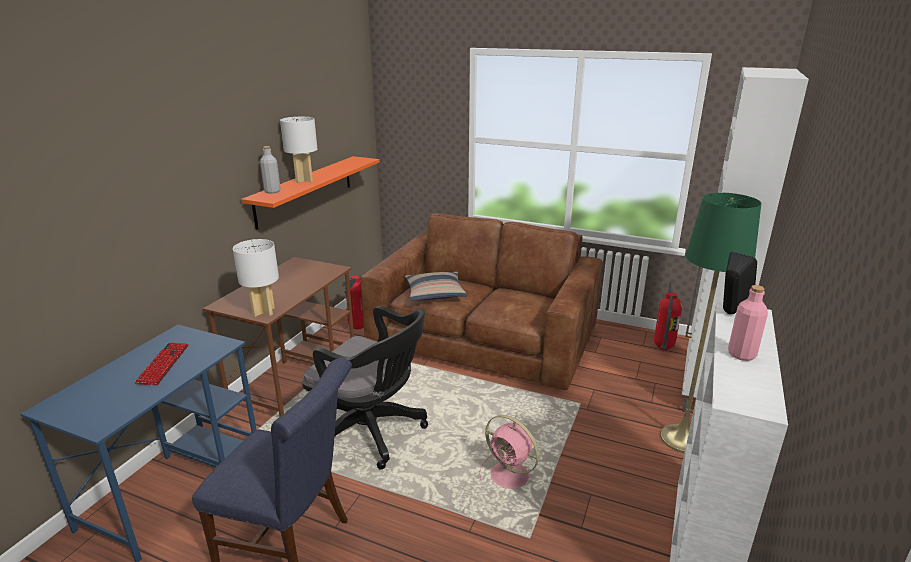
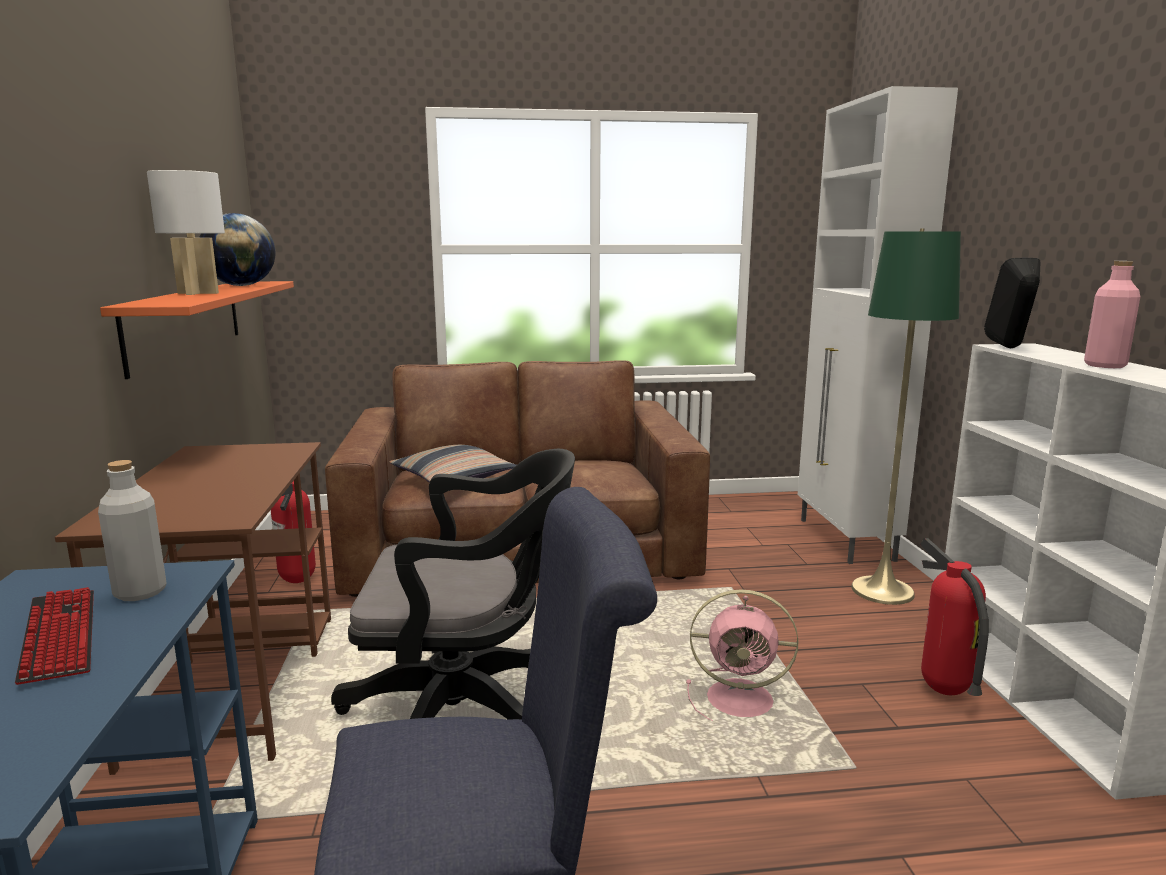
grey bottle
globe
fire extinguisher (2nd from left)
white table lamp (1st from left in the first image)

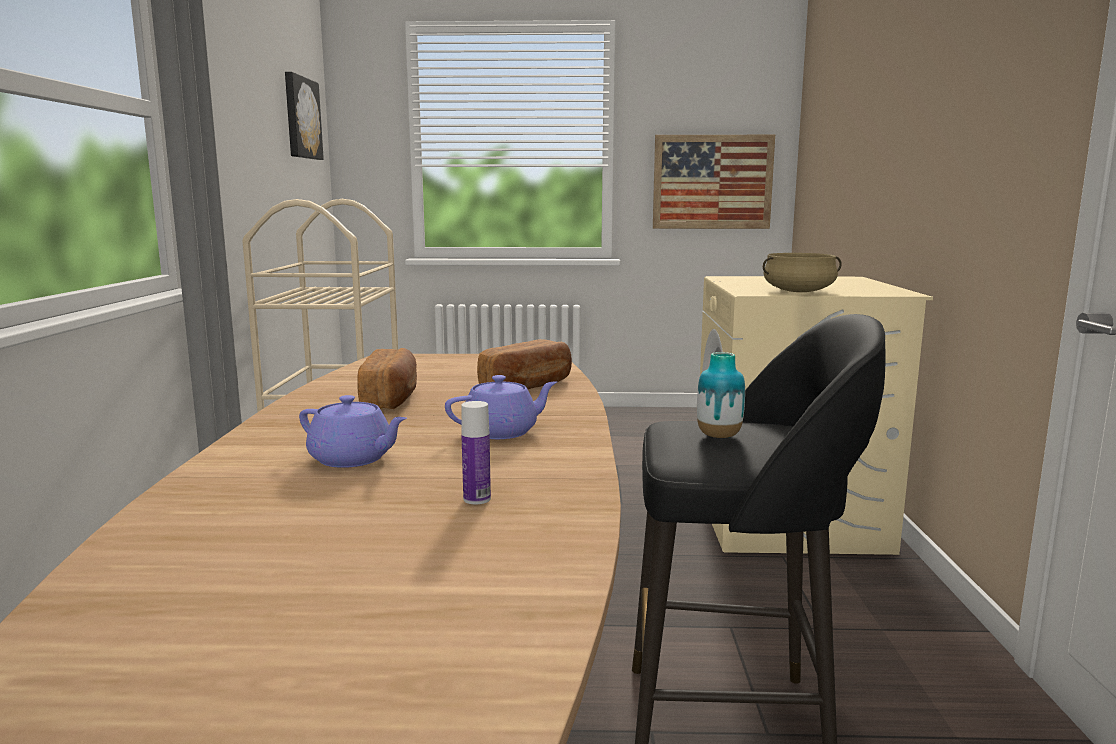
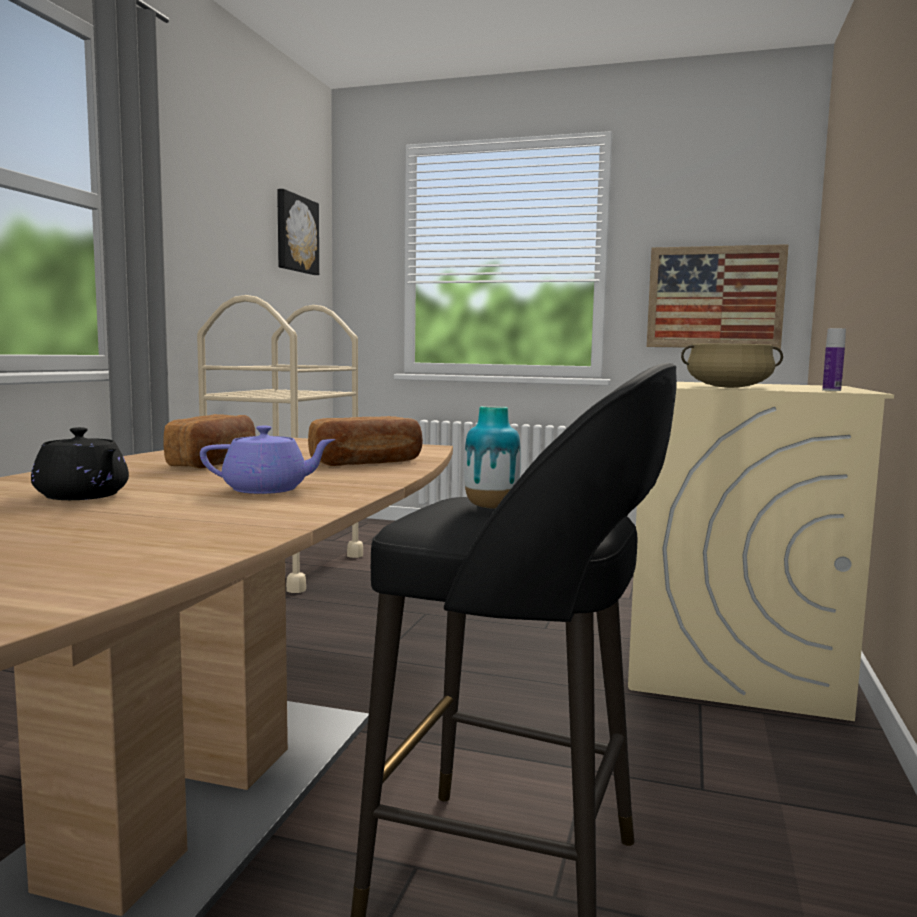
black teapot
bottle

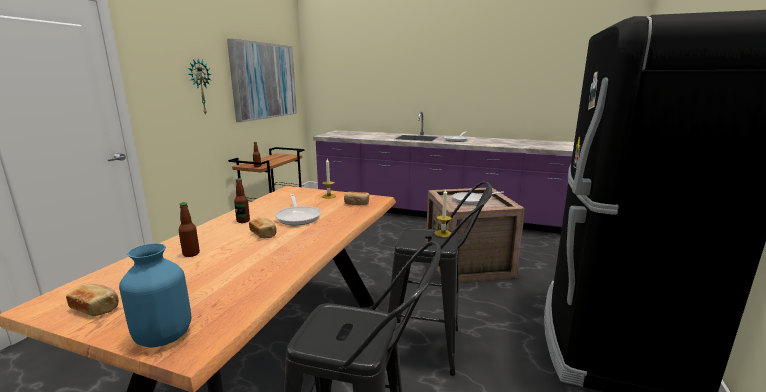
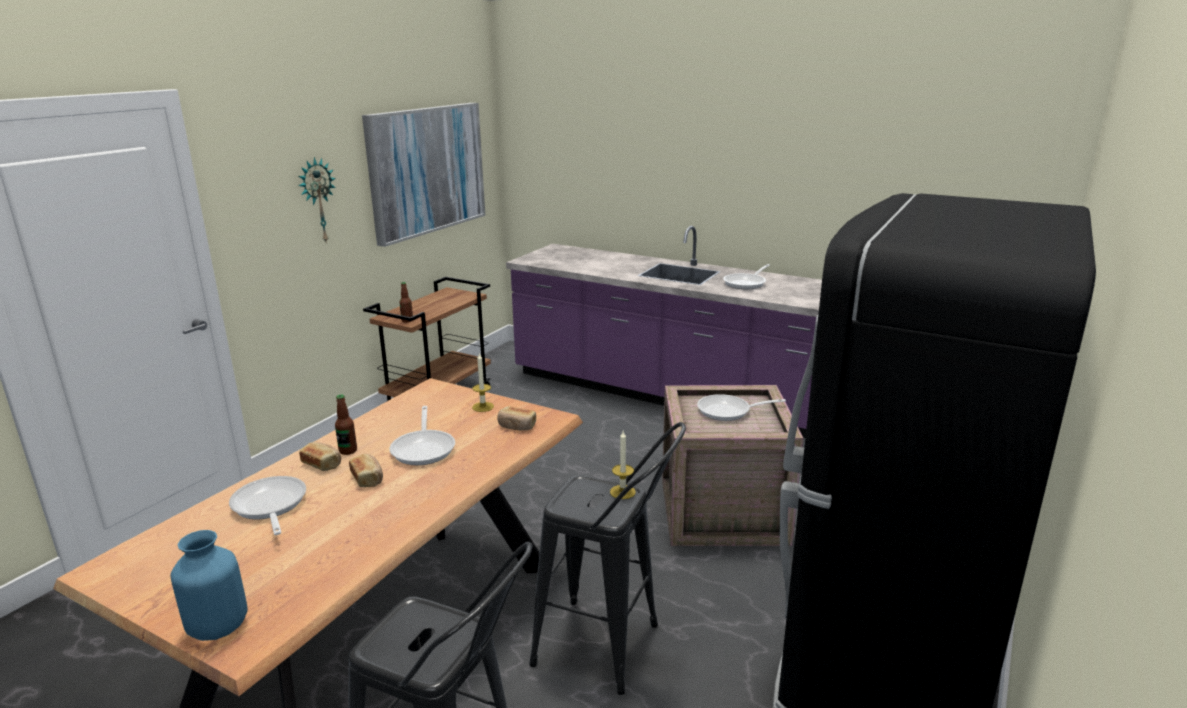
frying pan (1st from left)
bread (1st from left)

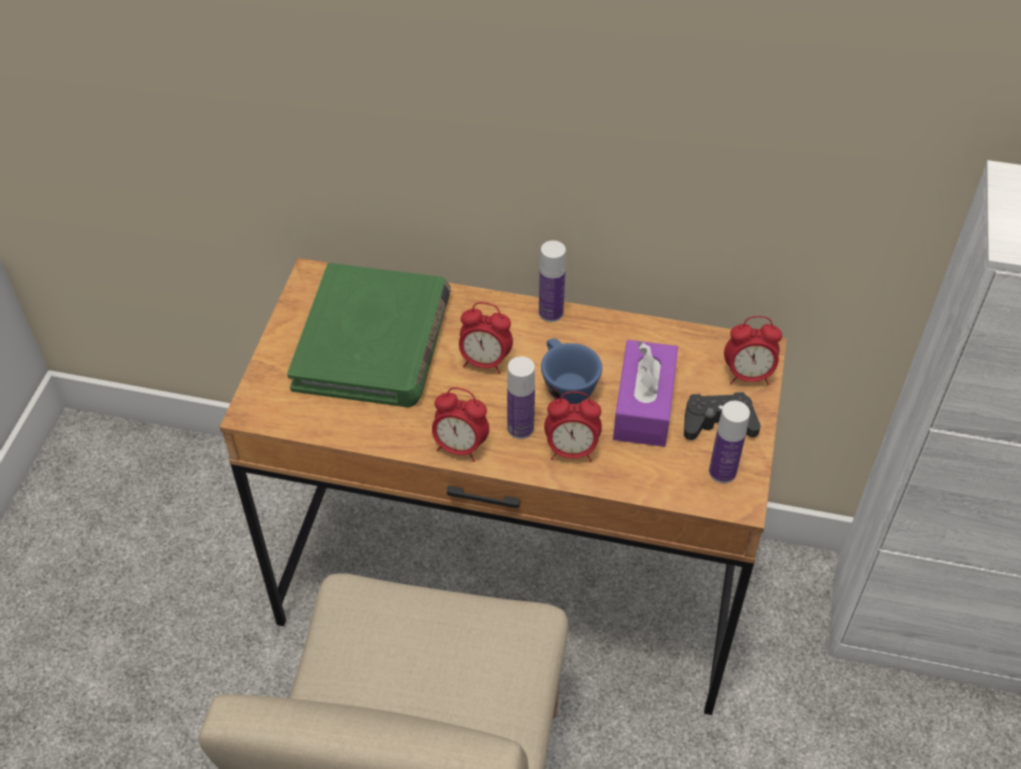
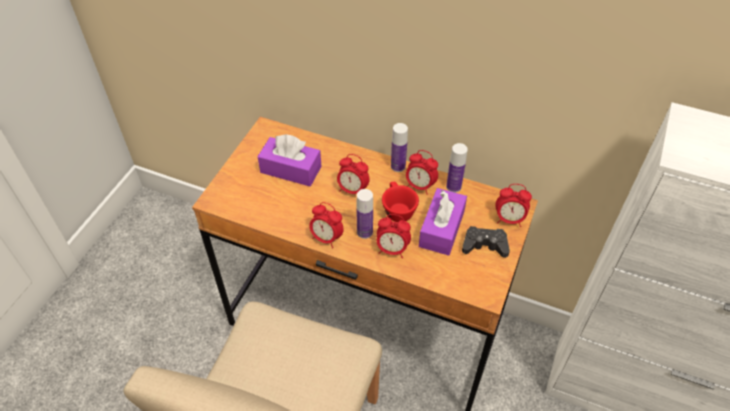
purple tissue box (1st from left)
red cup
alarm clock (4th from left)
bottle (3rd from left)

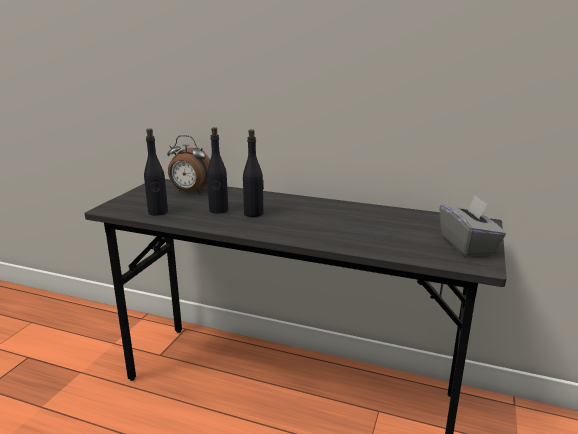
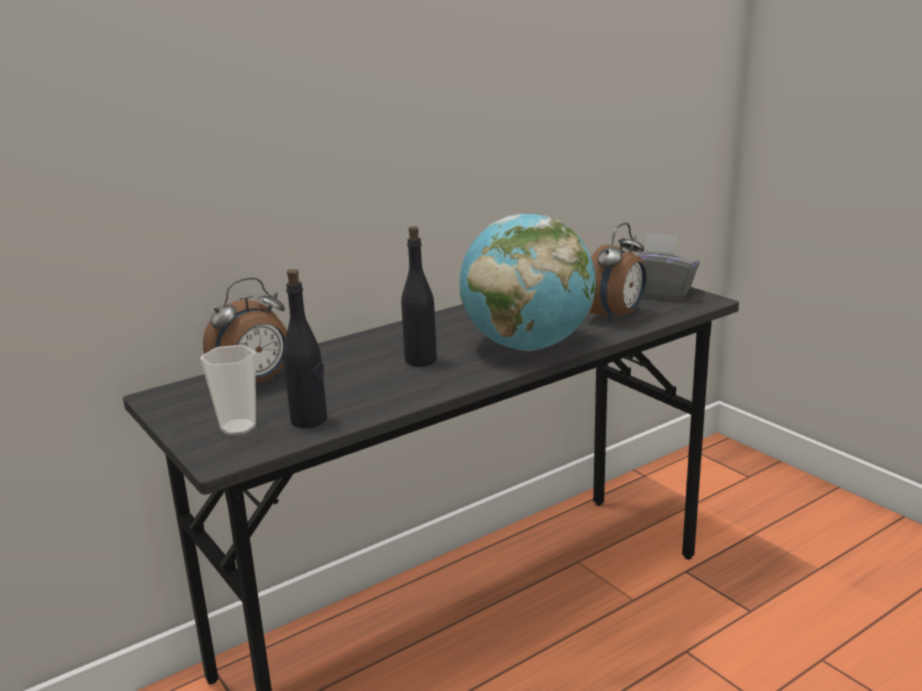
cup
globe
alarm clock (2nd from left)
black bottle (2nd from left in the first image)

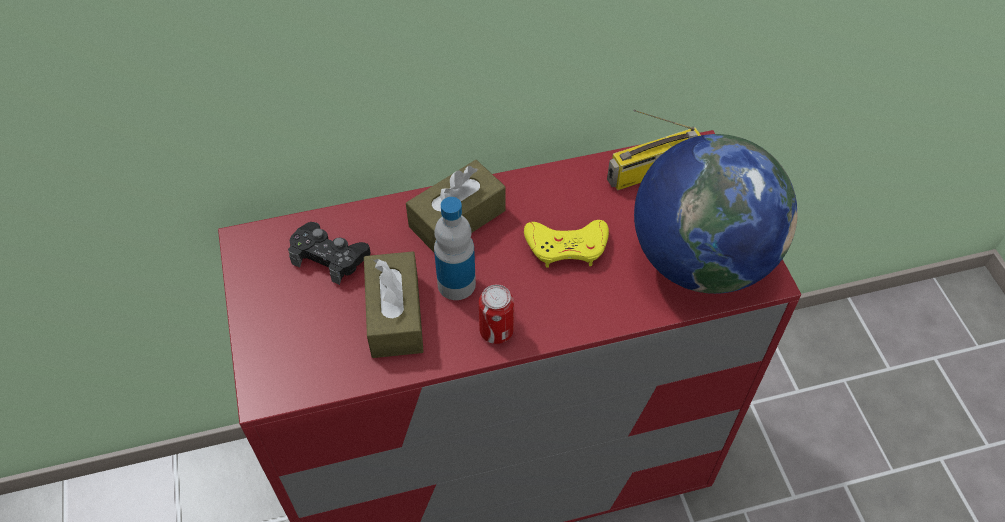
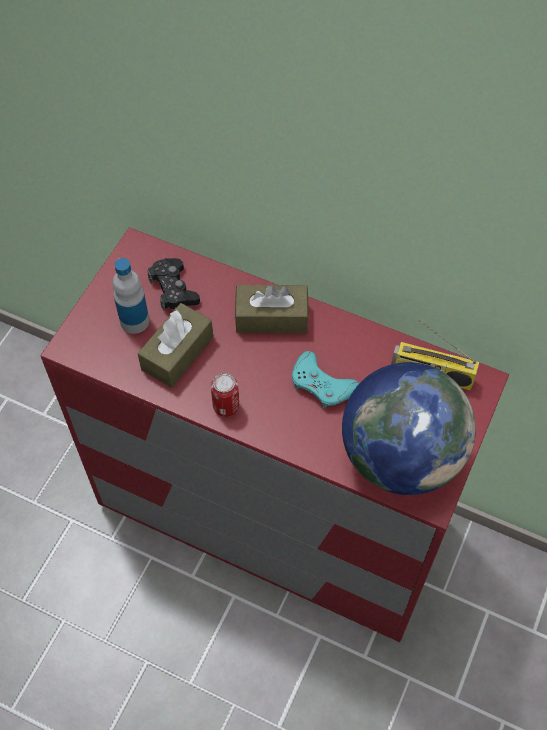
bottle
turquoise game controller

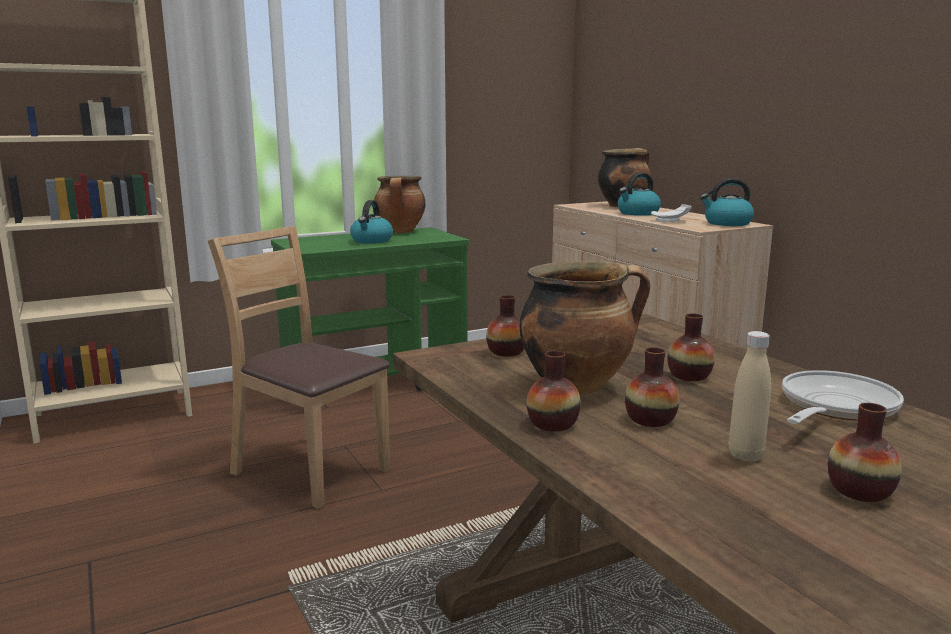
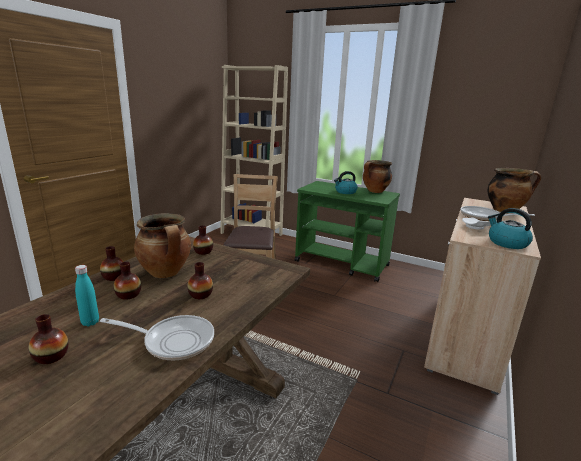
turquoise bottle
frying pan (2nd from left)

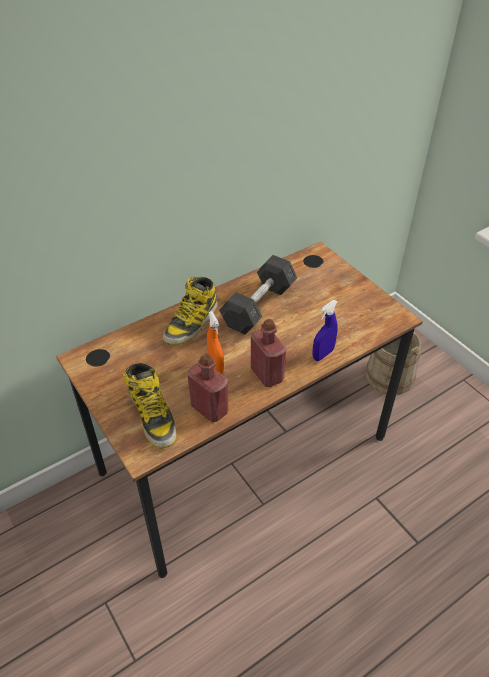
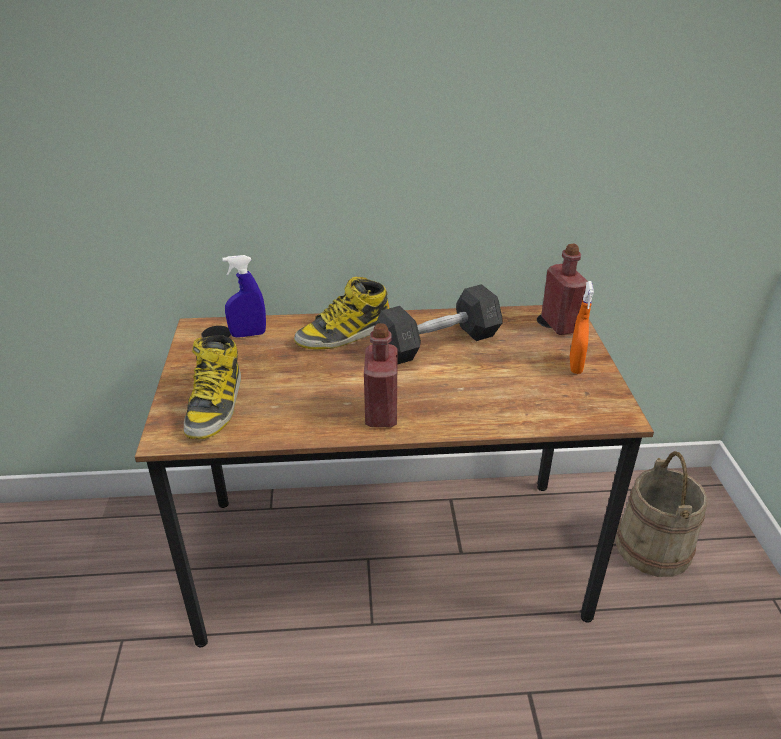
blue spray bottle
red bottle (2nd from left)
orange spray bottle

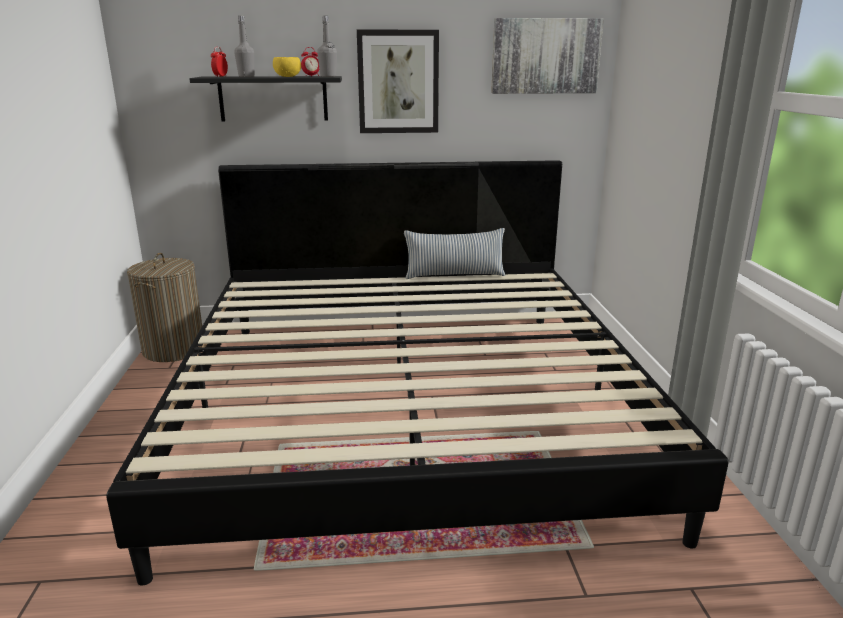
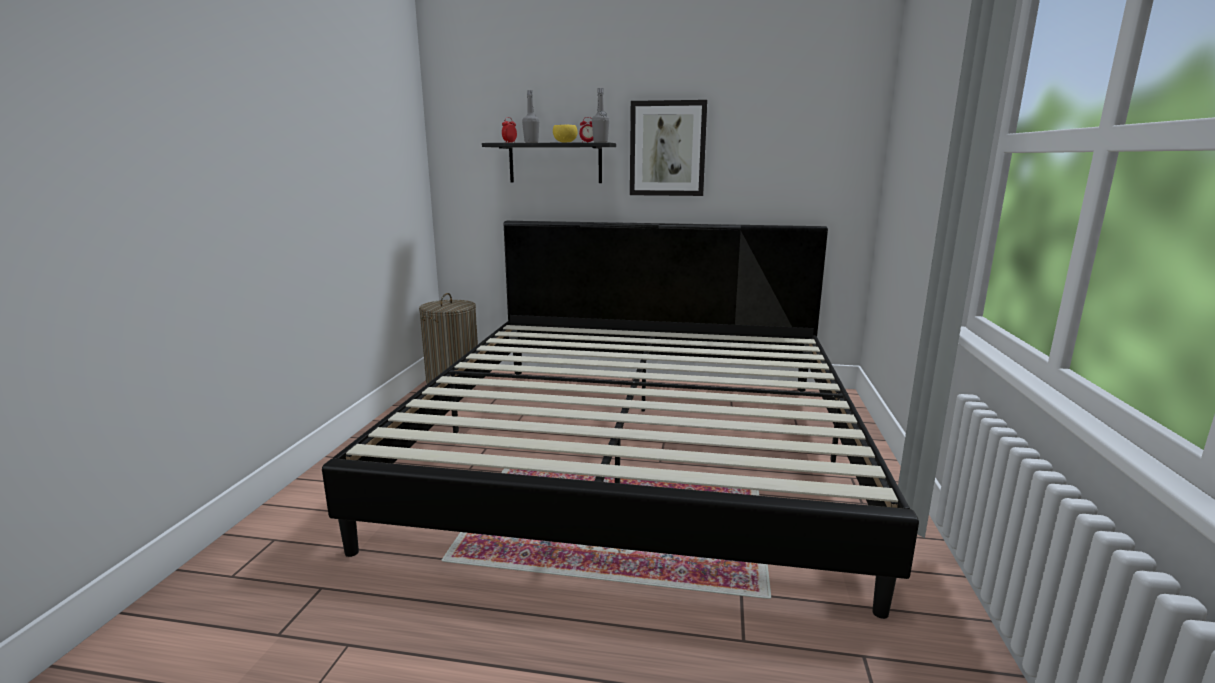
pillow
picture (2nd from left in the first image)

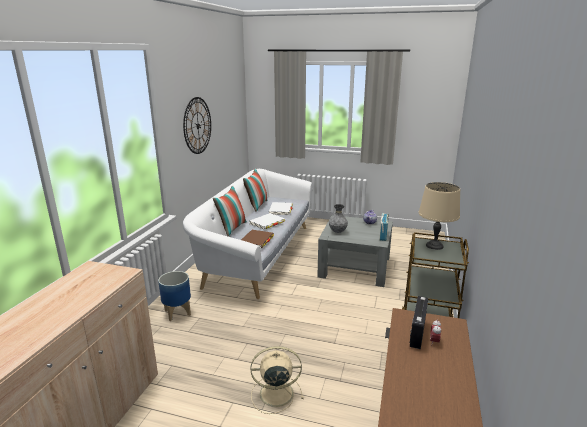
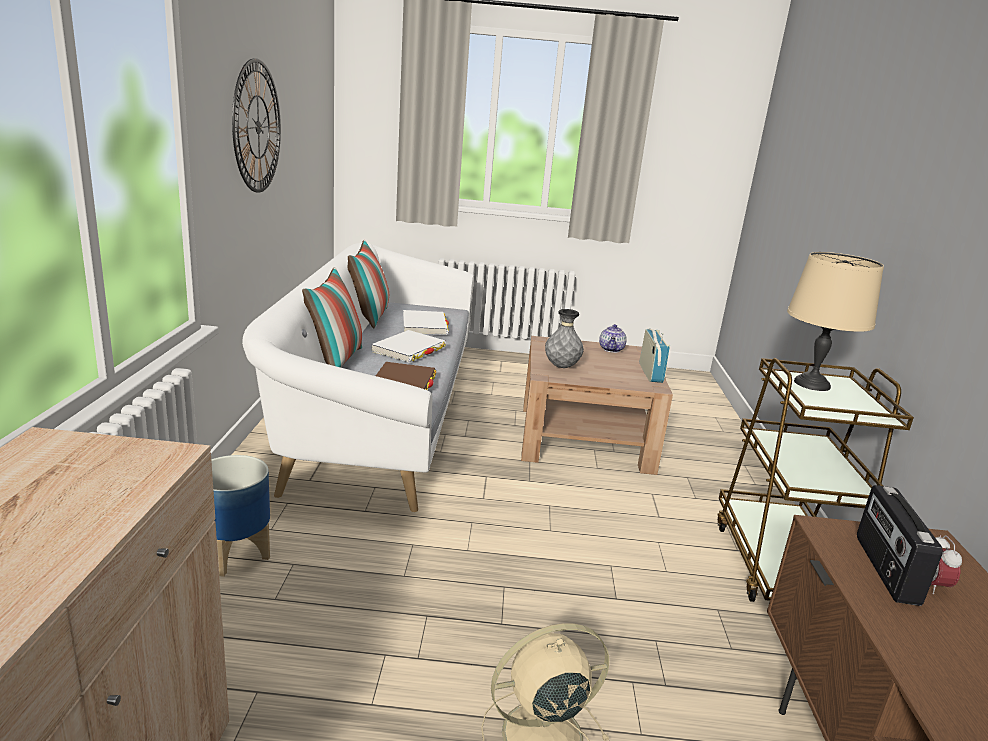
brown coffee table

